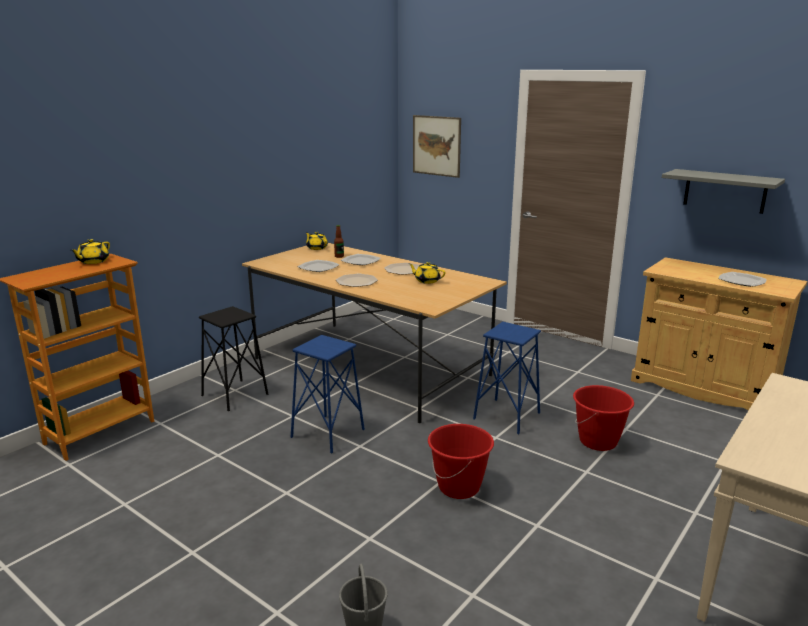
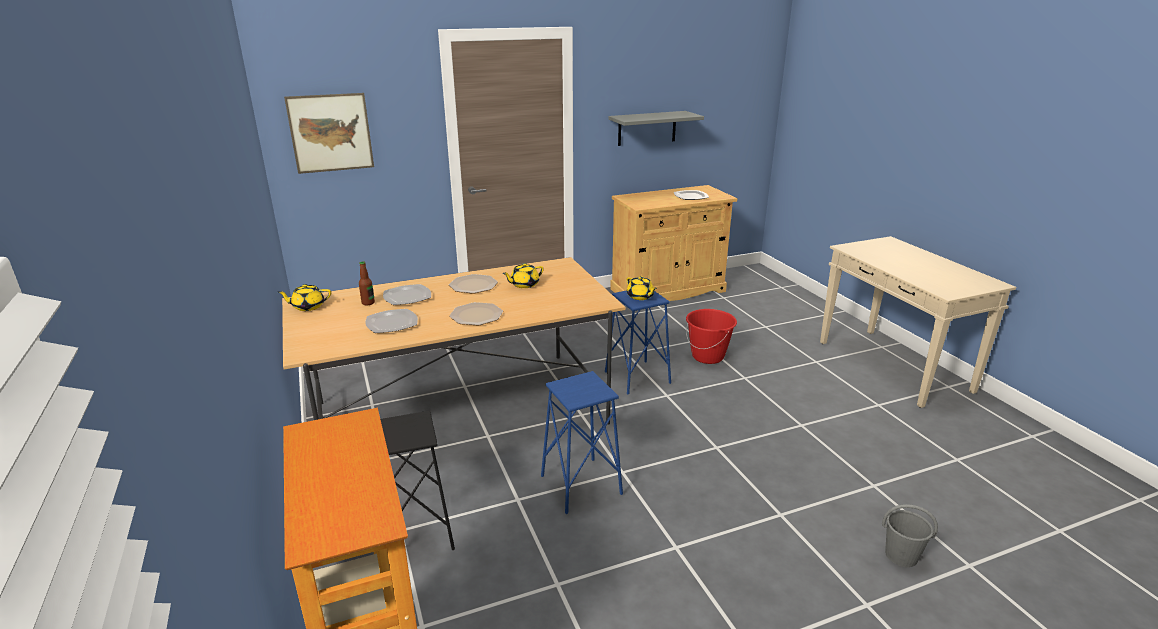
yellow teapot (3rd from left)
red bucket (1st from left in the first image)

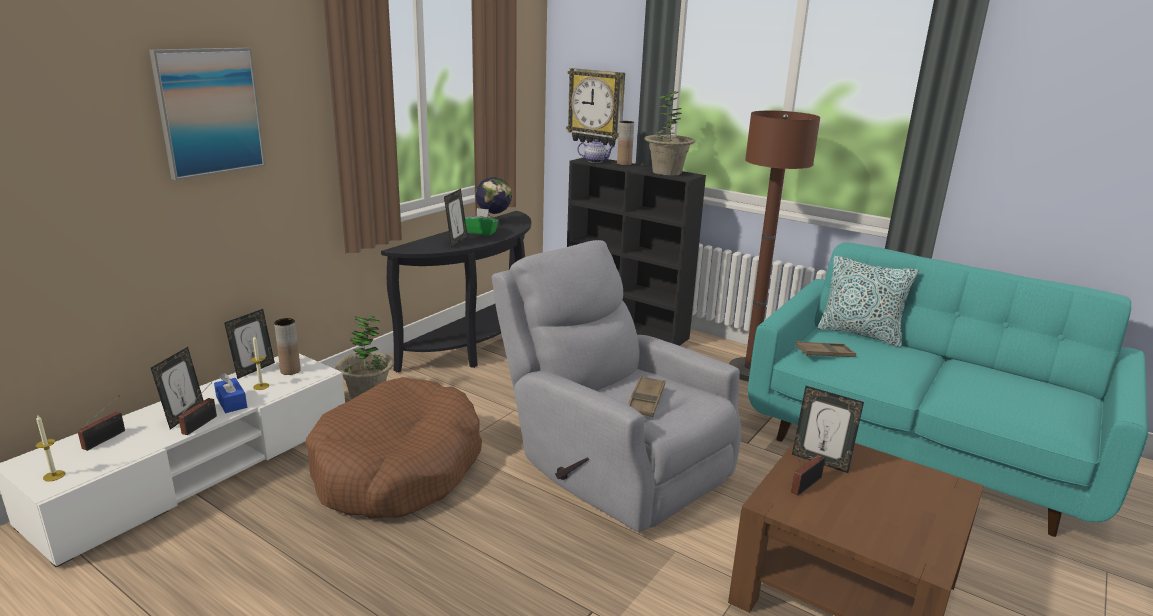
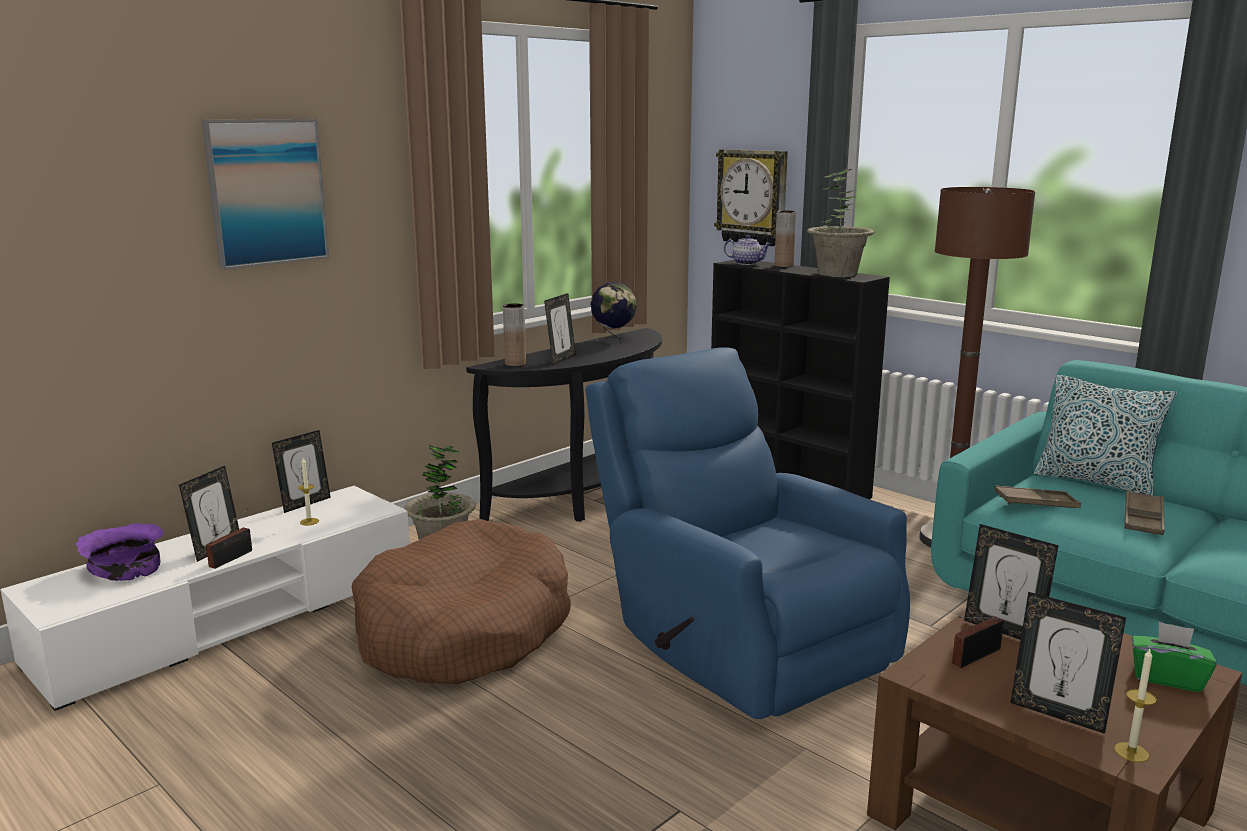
purple bowl
brown vase (1st from left)
blue armchair
picture frame (5th from left)
candle (2nd from left)
brown tray (2nd from left)
green tissue box
blue tissue box

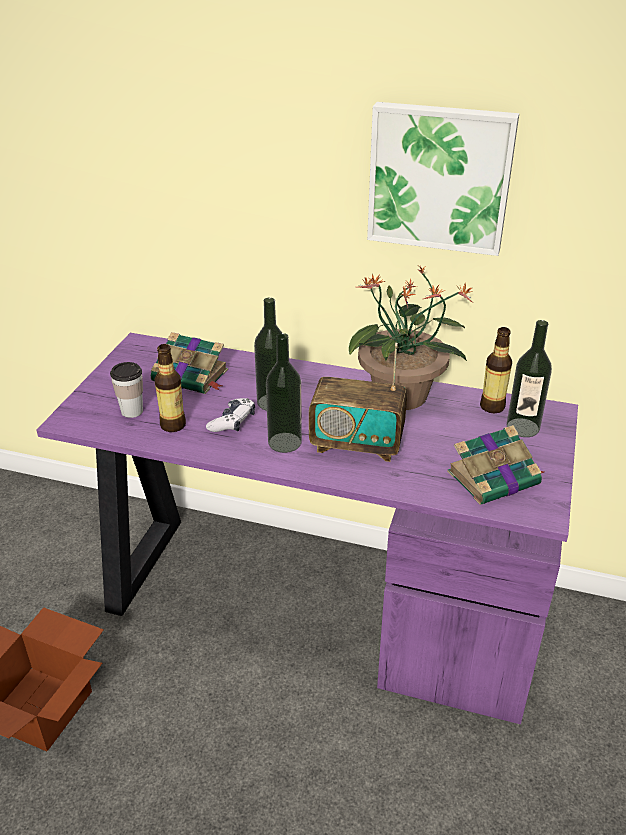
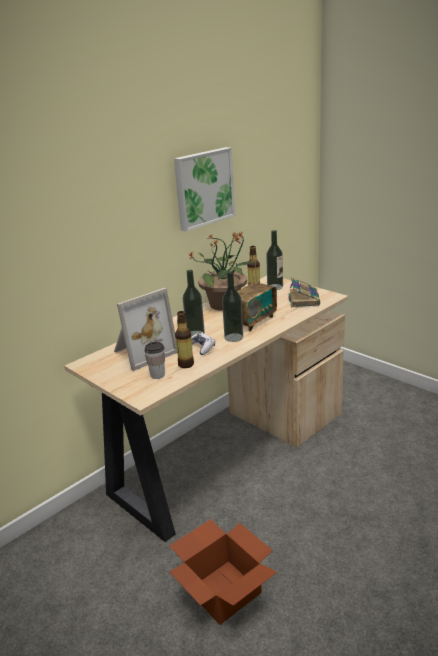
beige desk
picture frame

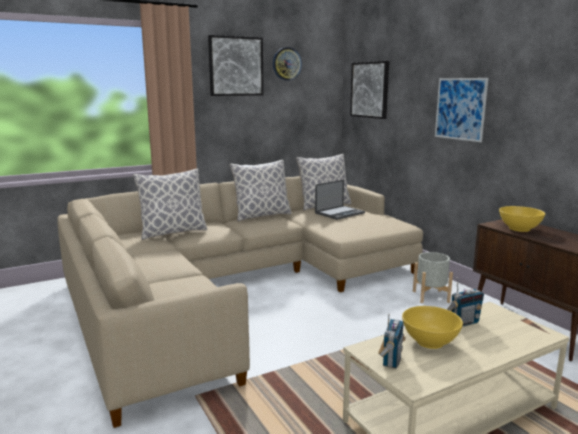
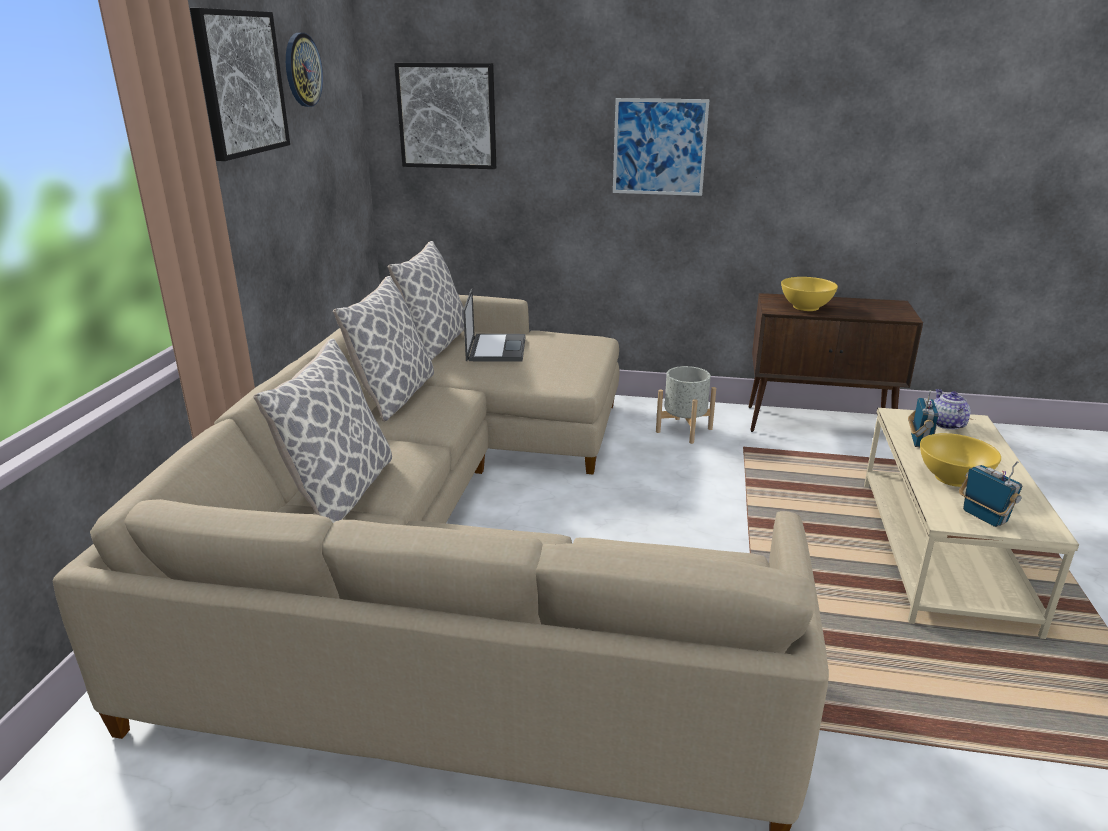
teapot

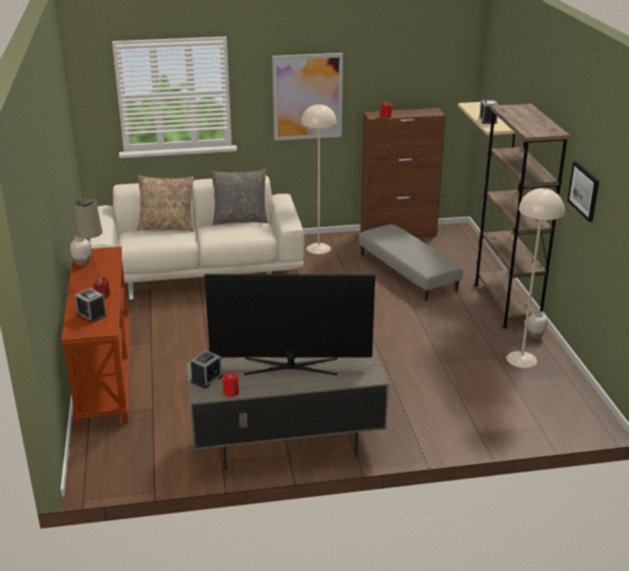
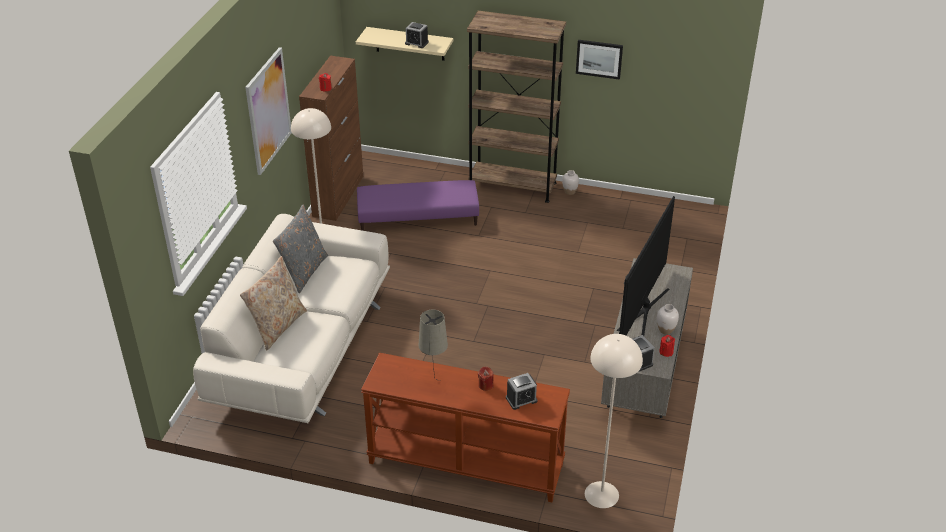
purple ottoman
beige floor lamp (2nd from left)
white vase (2nd from left)

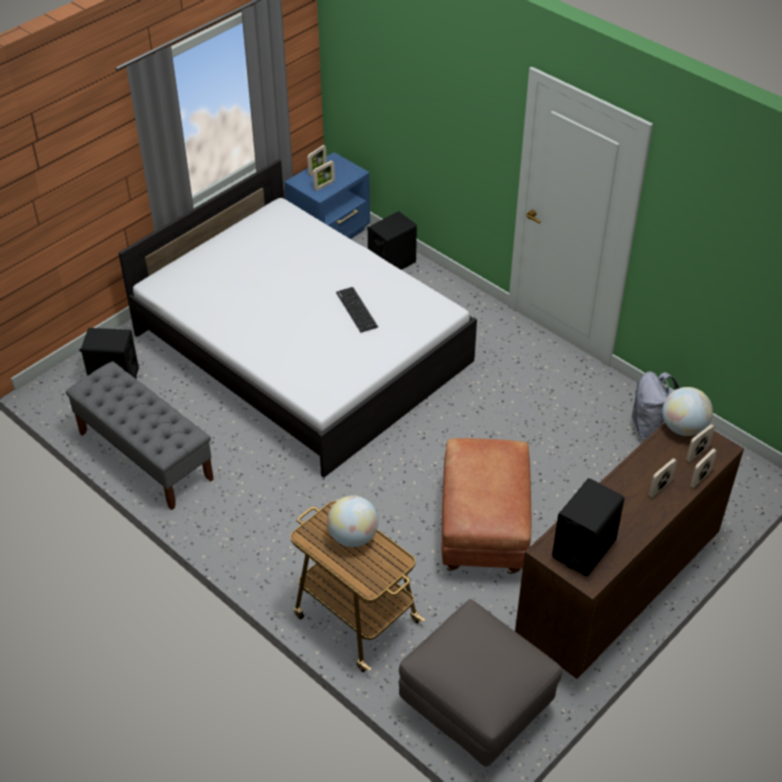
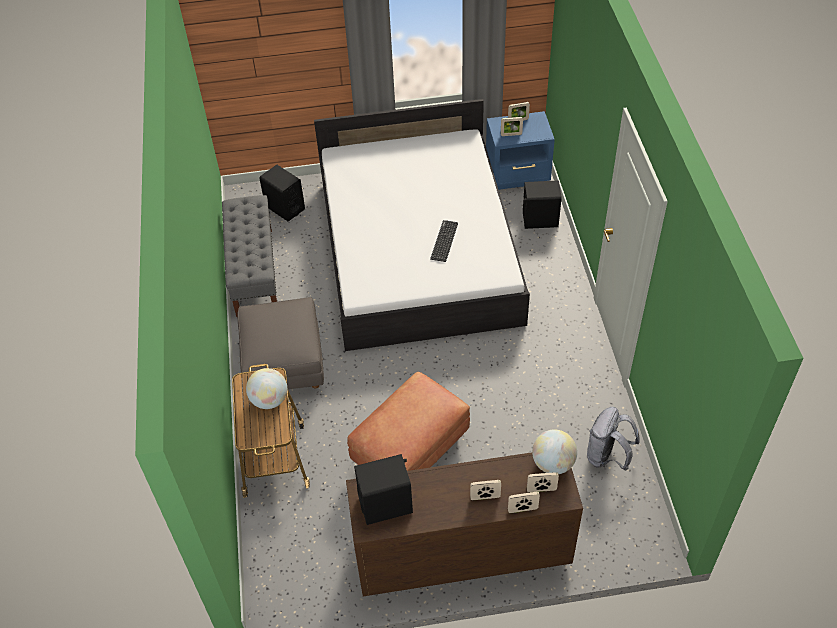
grey ottoman

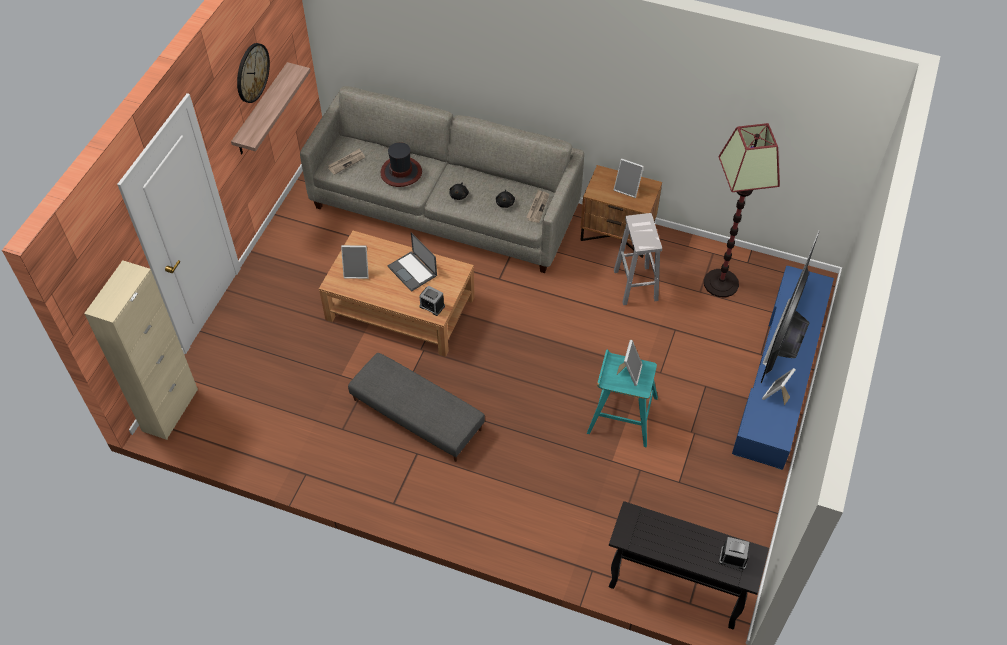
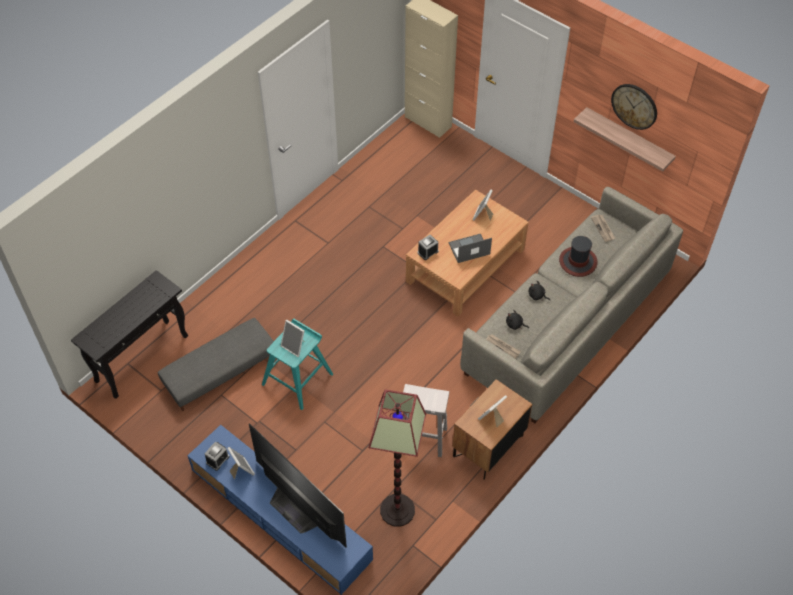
grey ottoman
alarm clock (1st from left)

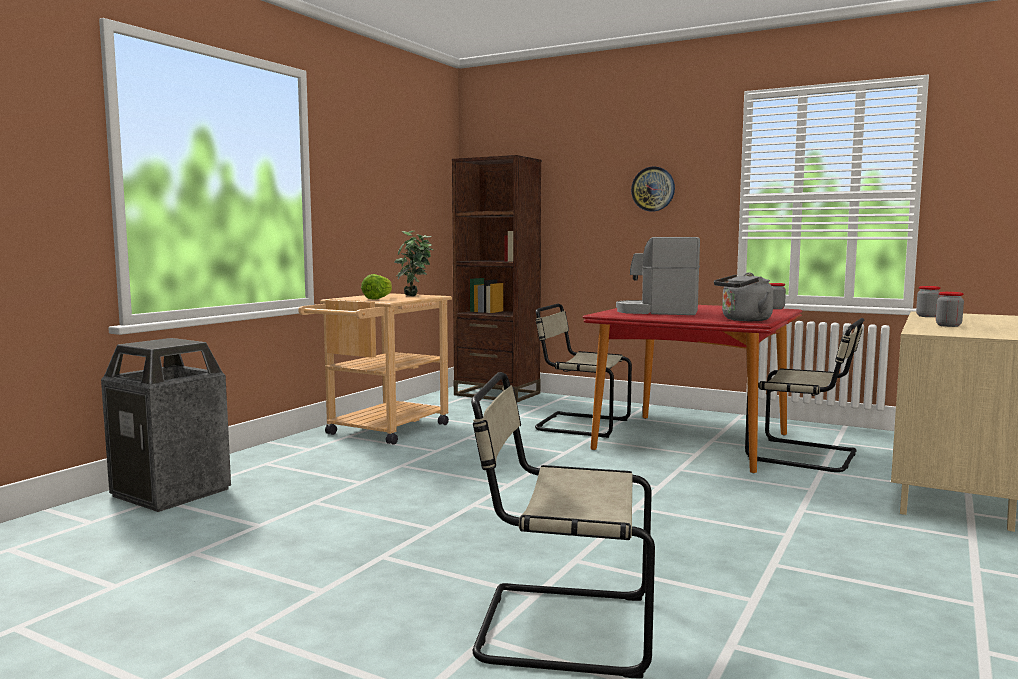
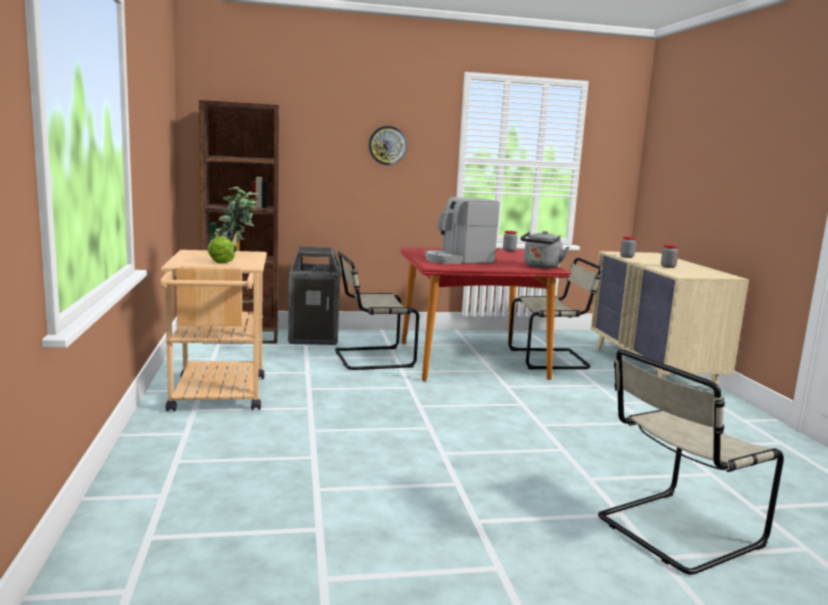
trash can

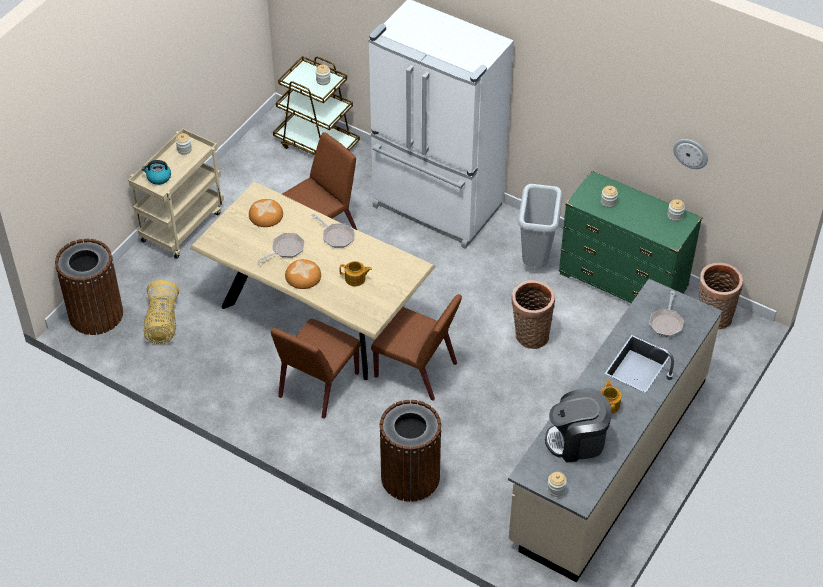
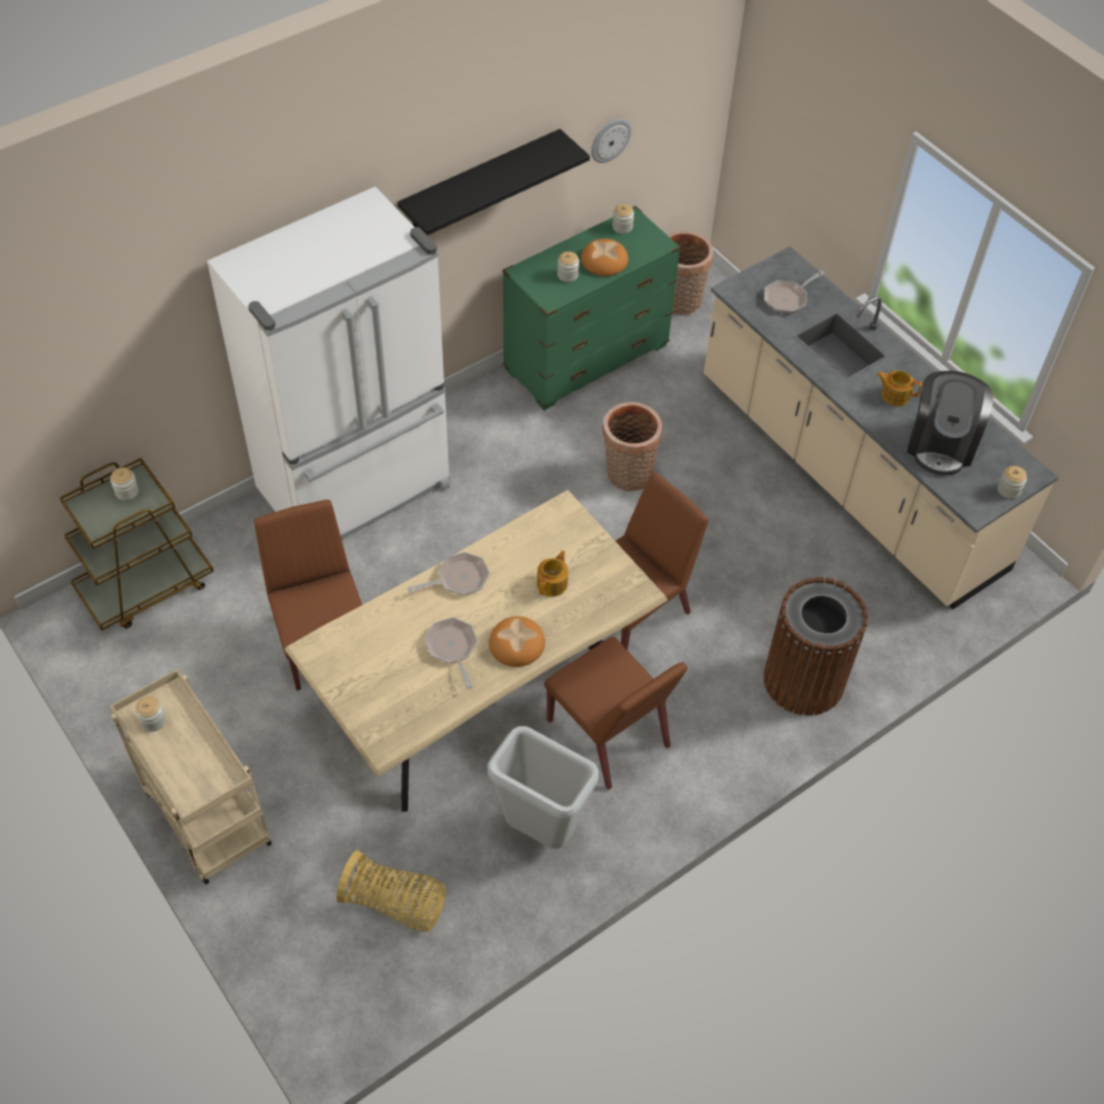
black shelf
grey trash can
bread (2nd from left)
frying pan (3rd from left)
brown trash can (1st from left in the first image)
kettle

